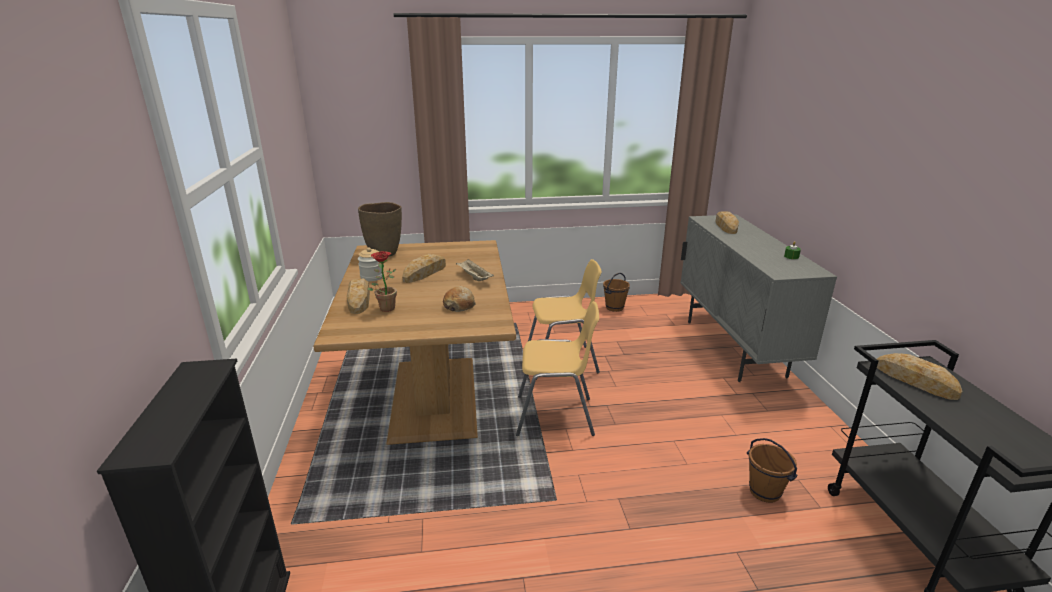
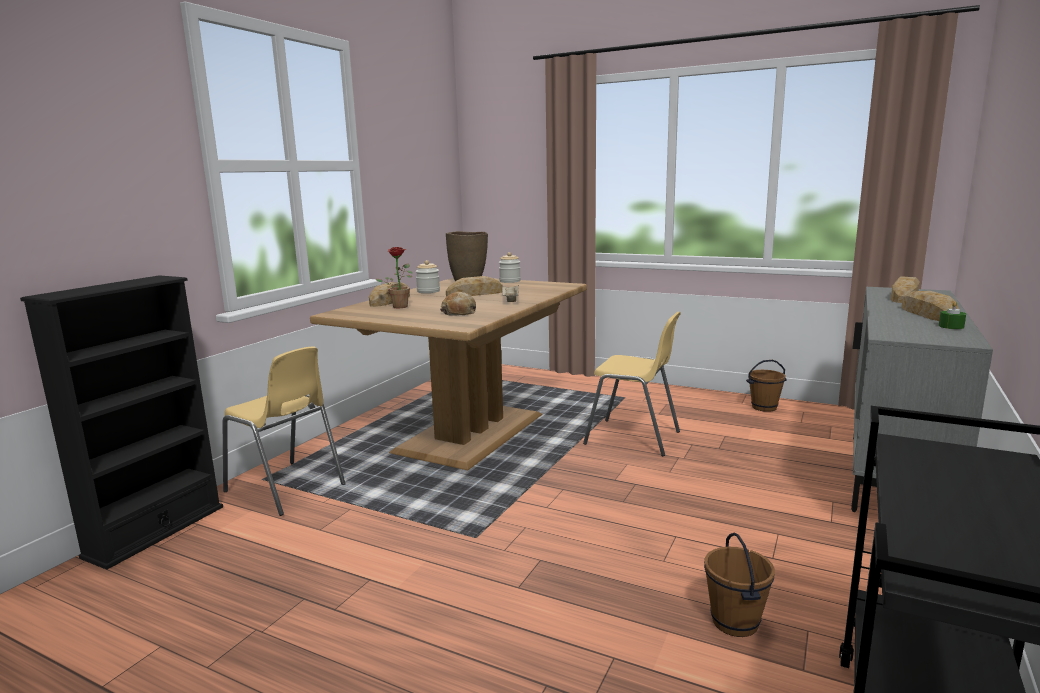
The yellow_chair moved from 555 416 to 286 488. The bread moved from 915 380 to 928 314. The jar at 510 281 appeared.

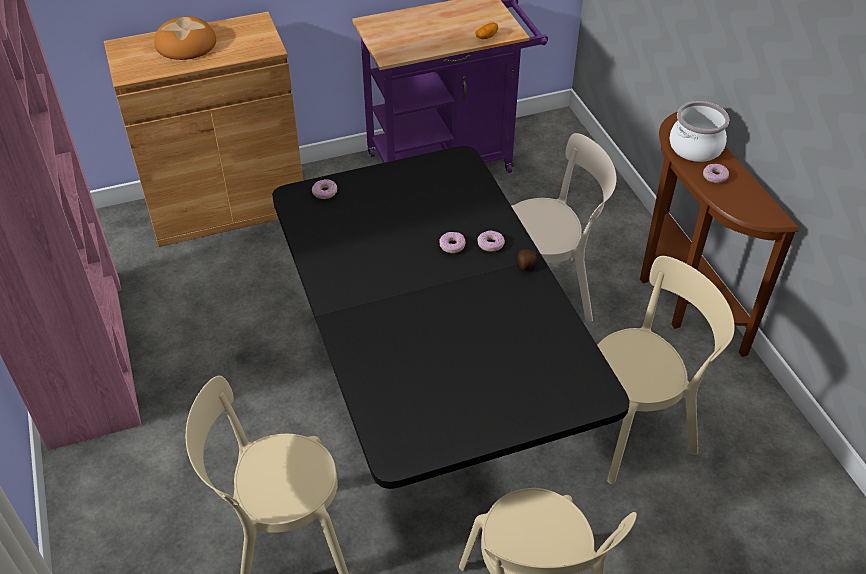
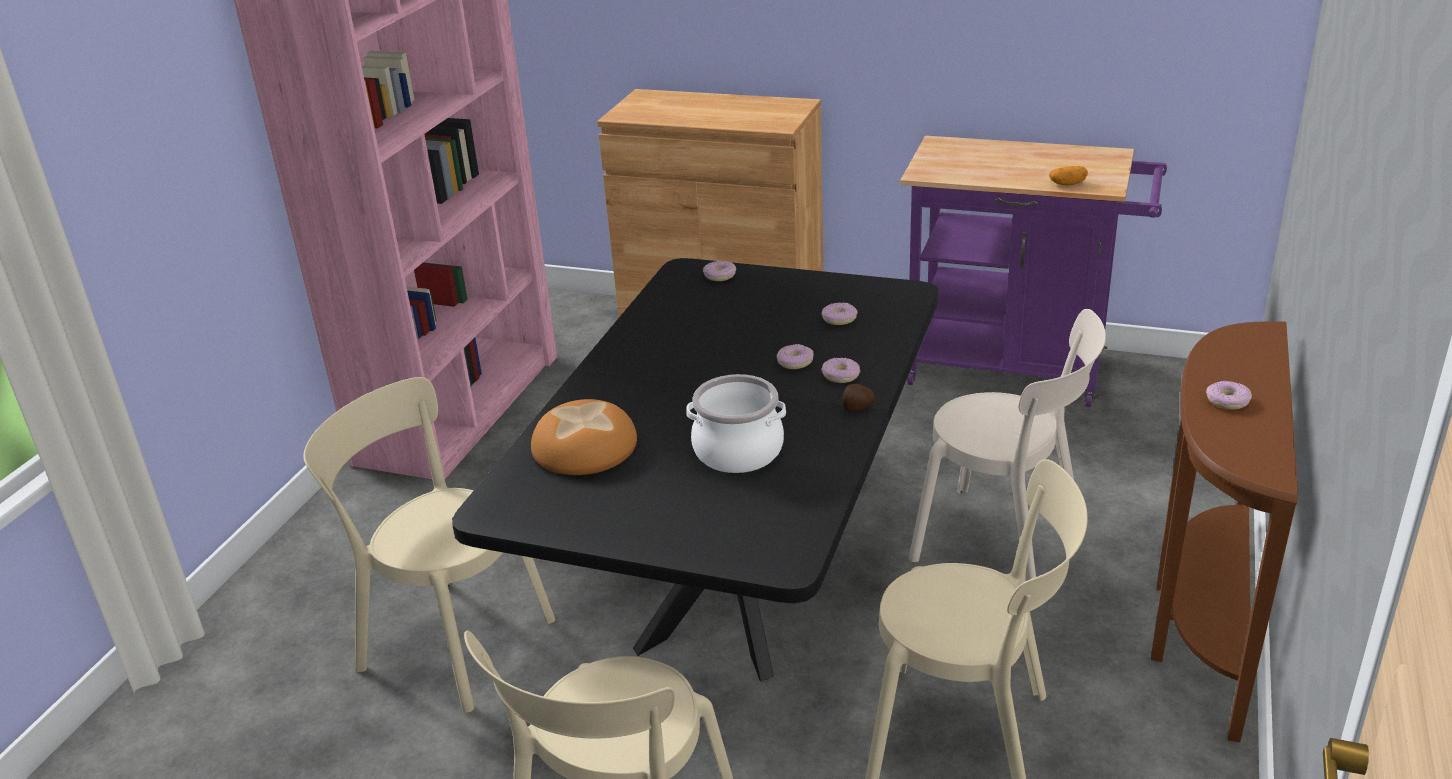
The bread moved from 185 44 to 584 446. The cooking_pot moved from 696 148 to 738 452. The donut at 839 319 appeared.

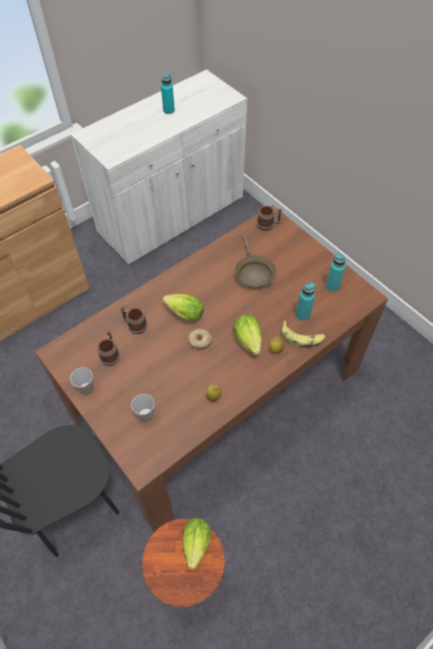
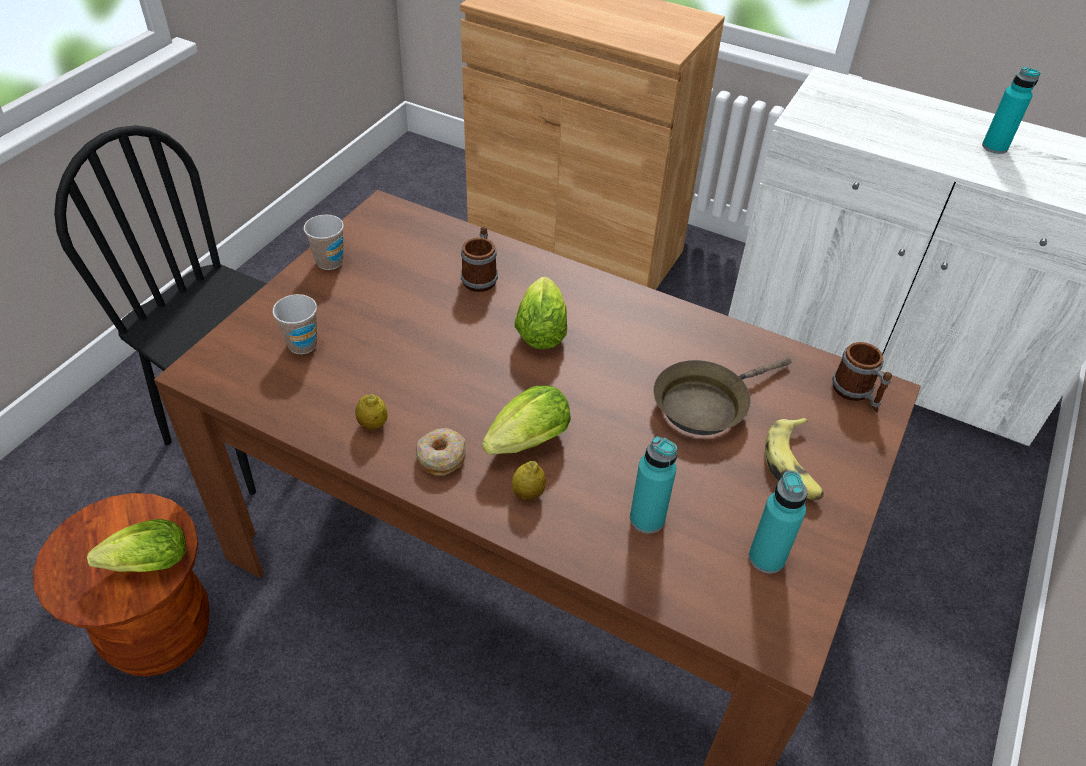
The banana moved from 302 337 to 794 465. The donut moved from 200 341 to 441 457. The mug at 111 354 disappeared.

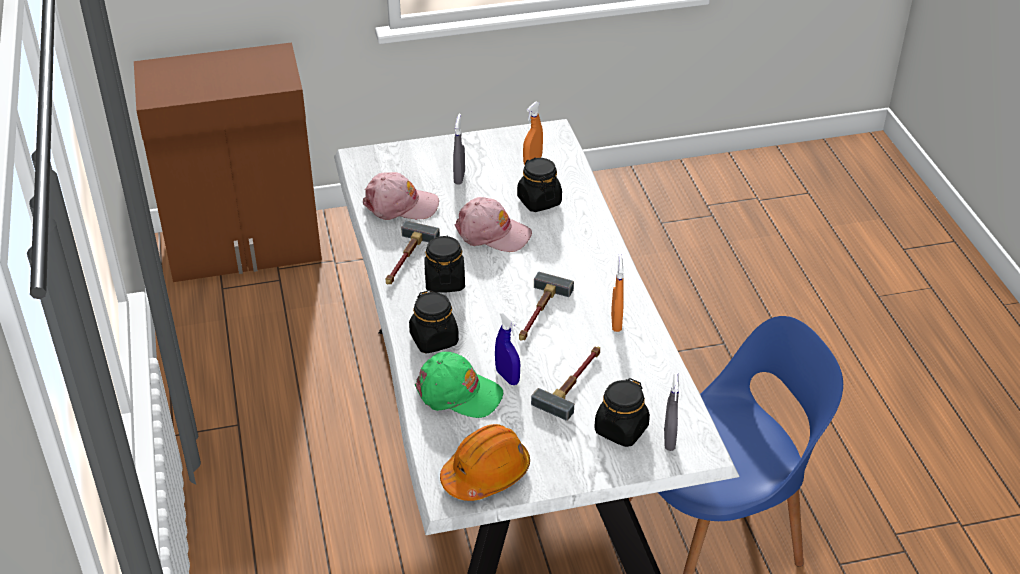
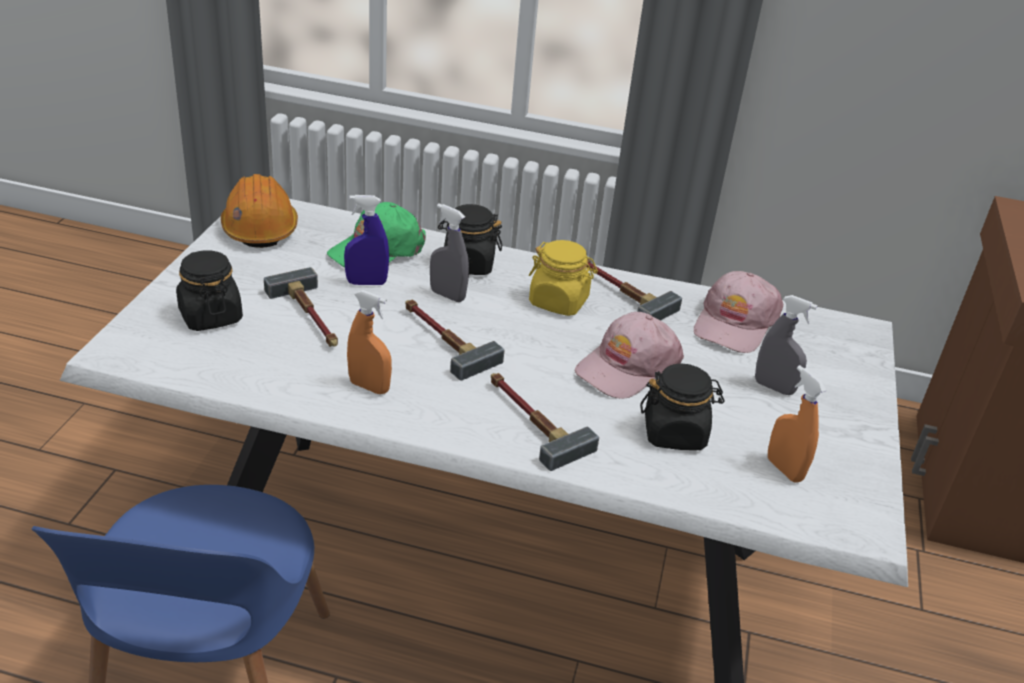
The black_jar at 444 281 became the yellow_jar at 559 302. The grey_spray_bottle moved from 669 440 to 447 295. The hammer at 531 420 appeared.

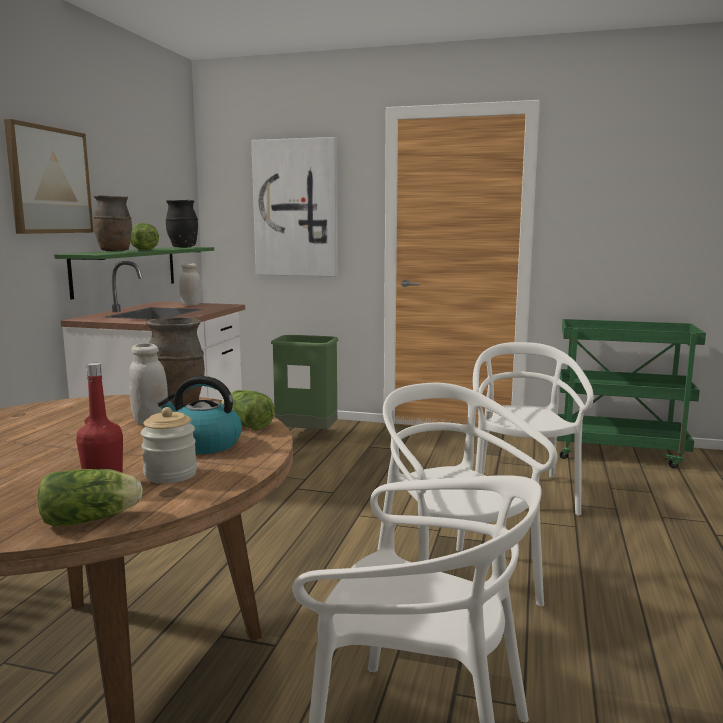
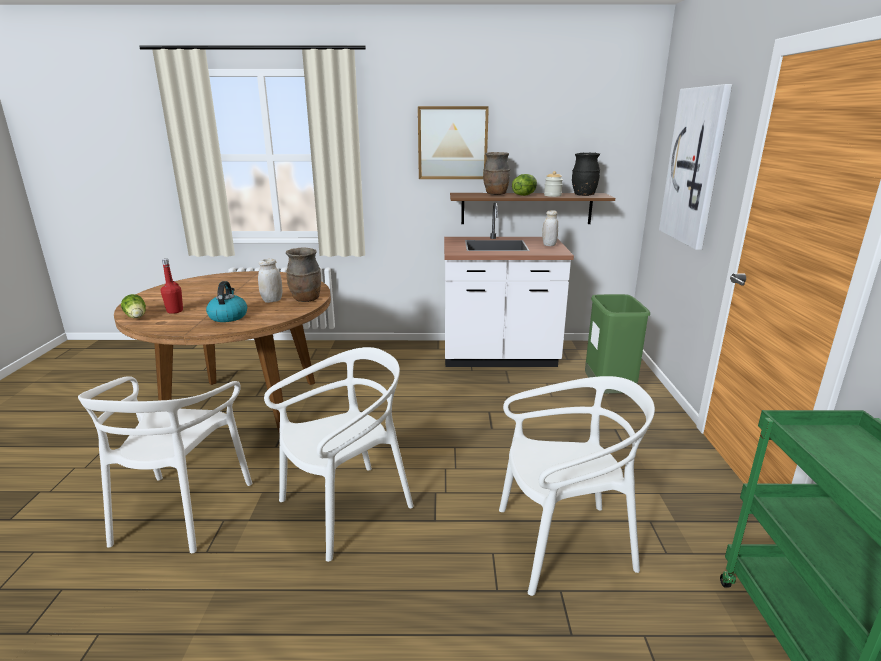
The green_shelf at 126 270 became the brown_shelf at 526 208. The lettuce at 245 424 disappeared. The jar moved from 170 474 to 552 195.

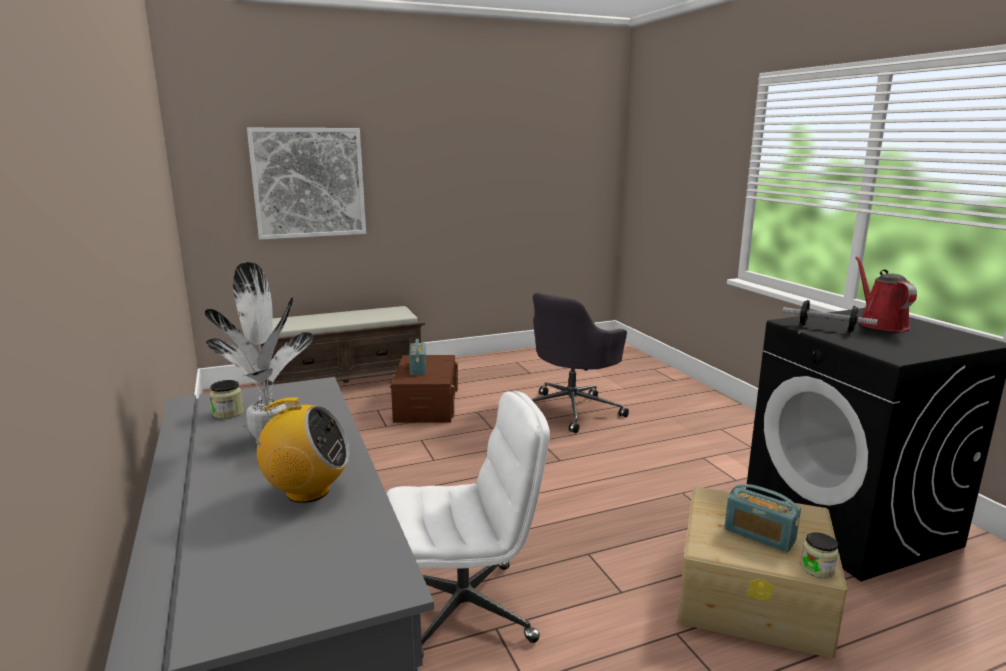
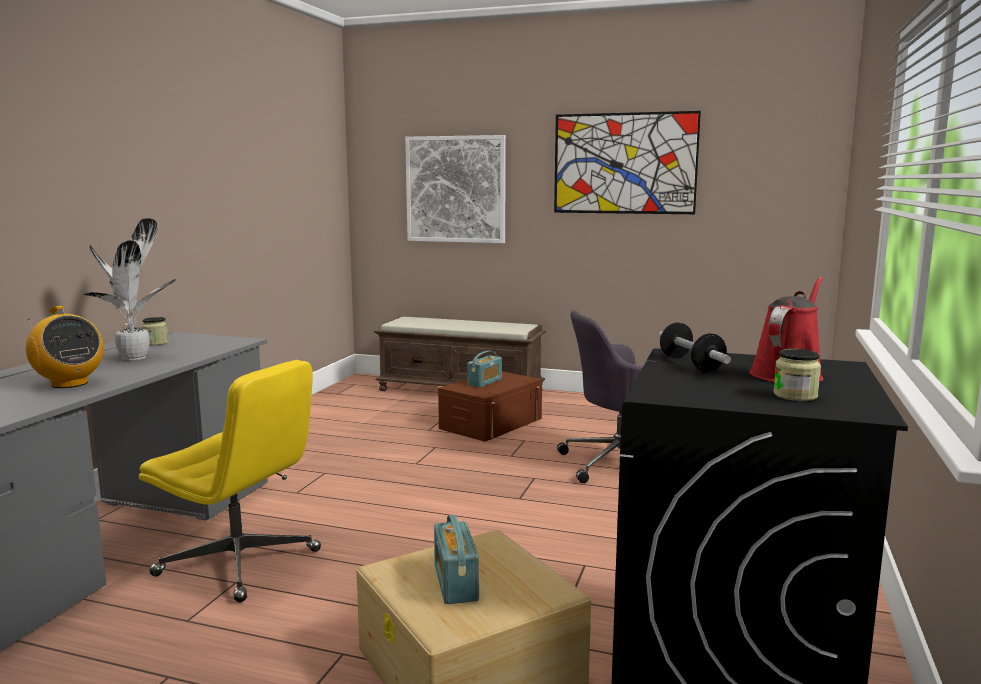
The white_office_chair at 466 610 became the yellow_office_chair at 240 563. The jar moved from 817 569 to 795 395. The picture at 624 163 appeared.

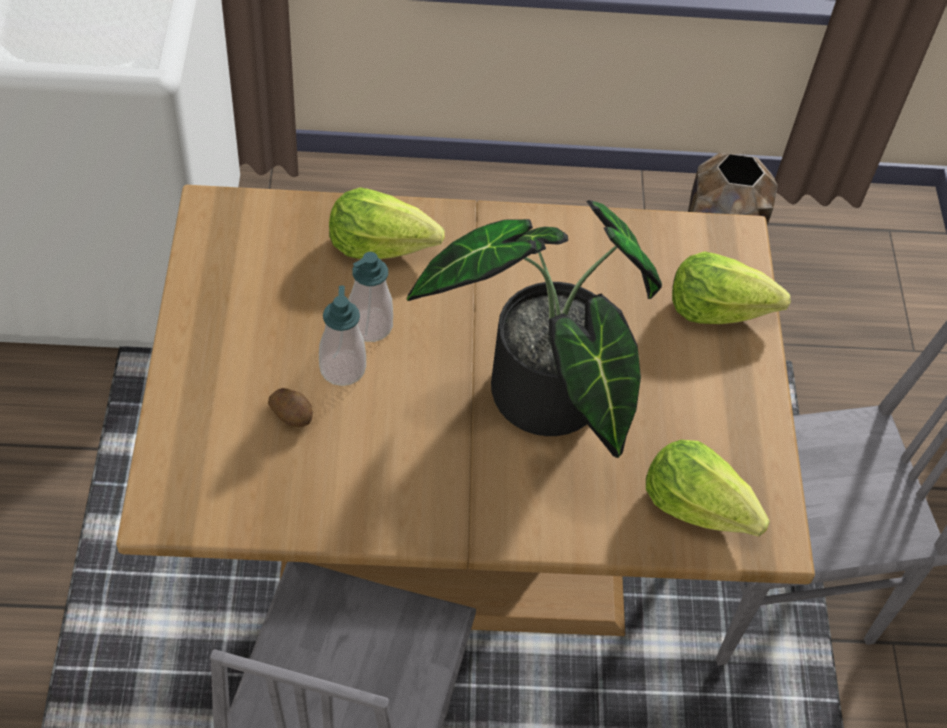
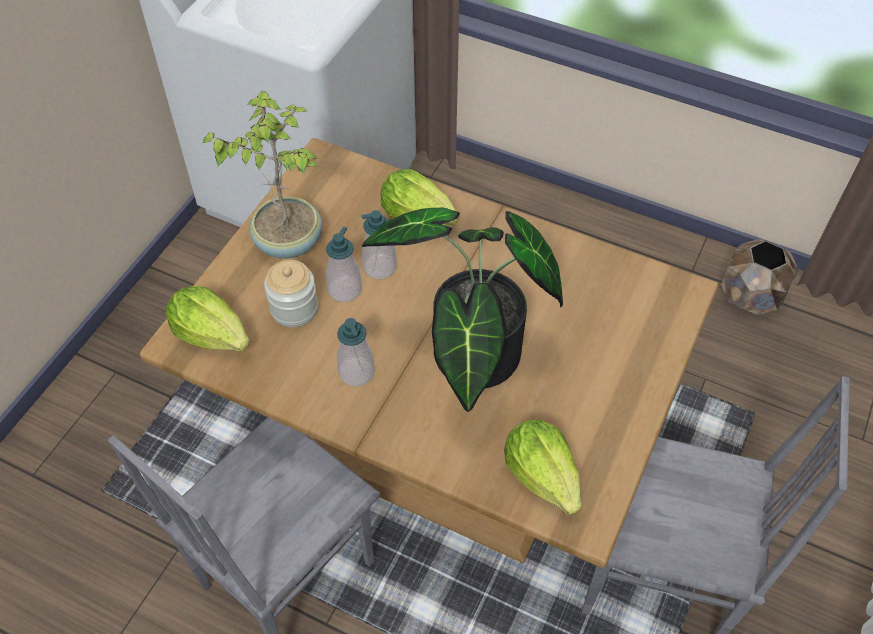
The lettuce moved from 718 308 to 212 334. The potato at 292 414 was replaced by the jar at 294 309. The potted_plant at 288 240 appeared. The soap_dispenser at 356 372 appeared.

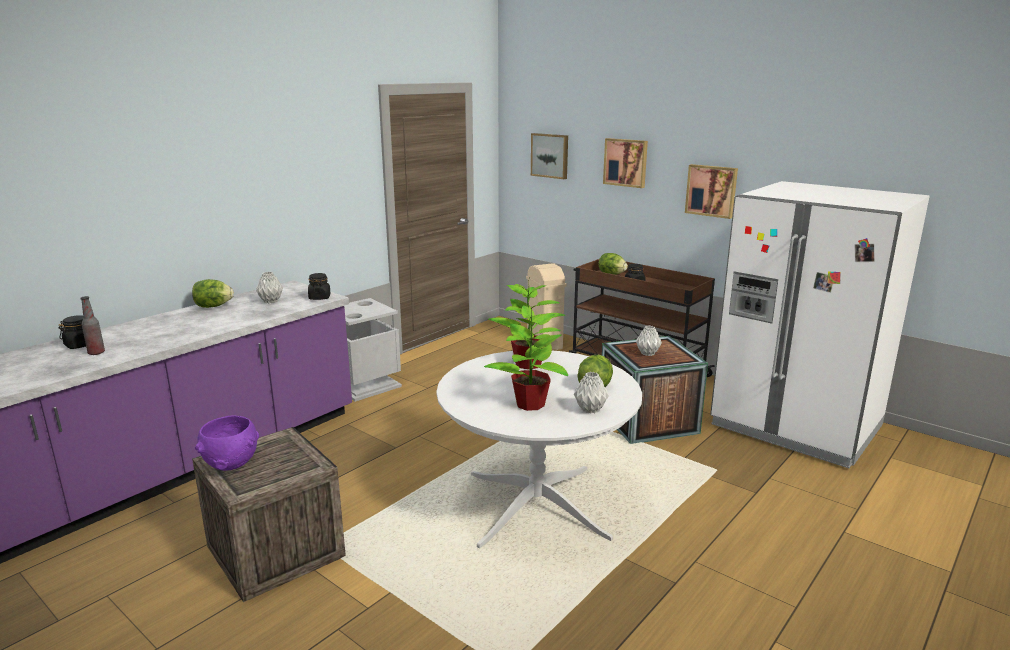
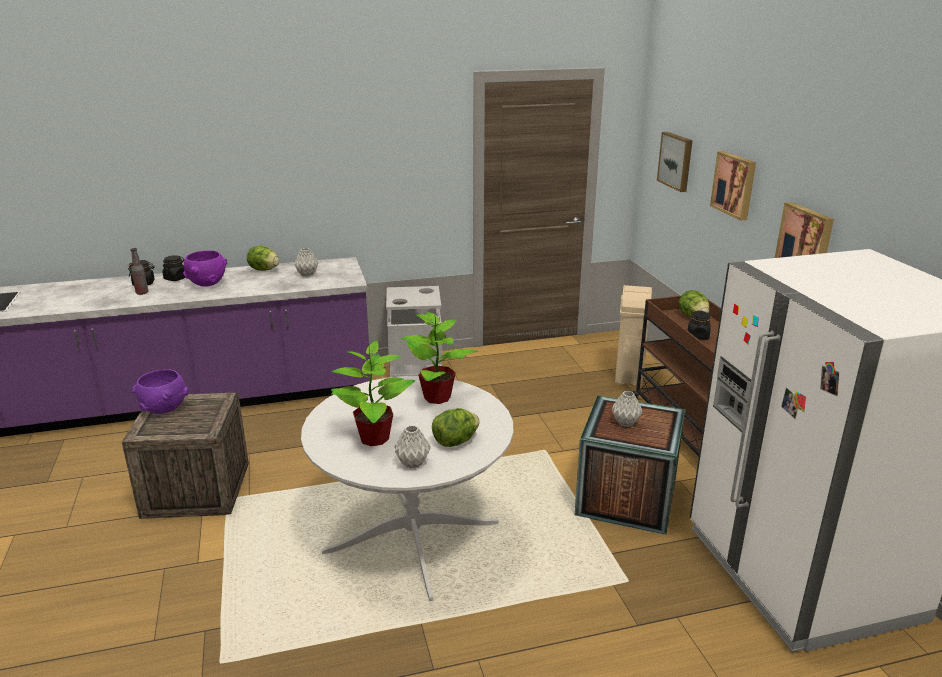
The black_jar moved from 319 297 to 176 278. The purple_bowl at 207 283 appeared.

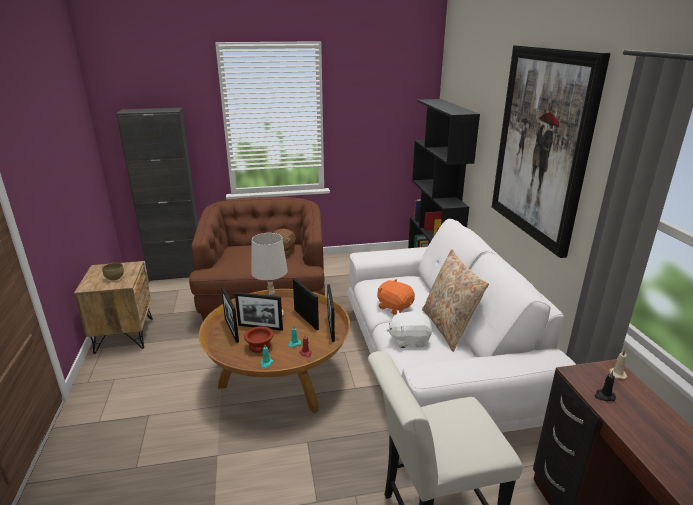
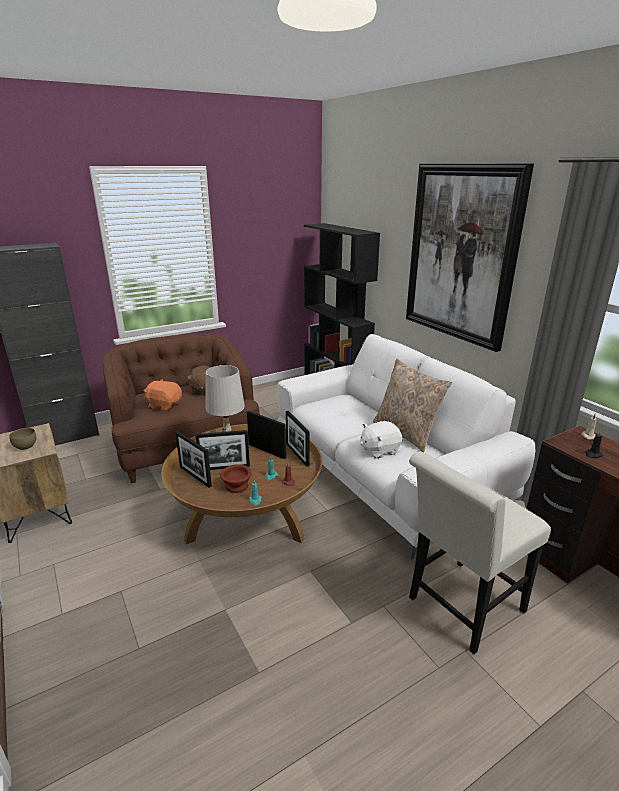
The orange_plush_toy moved from 394 307 to 164 405.

